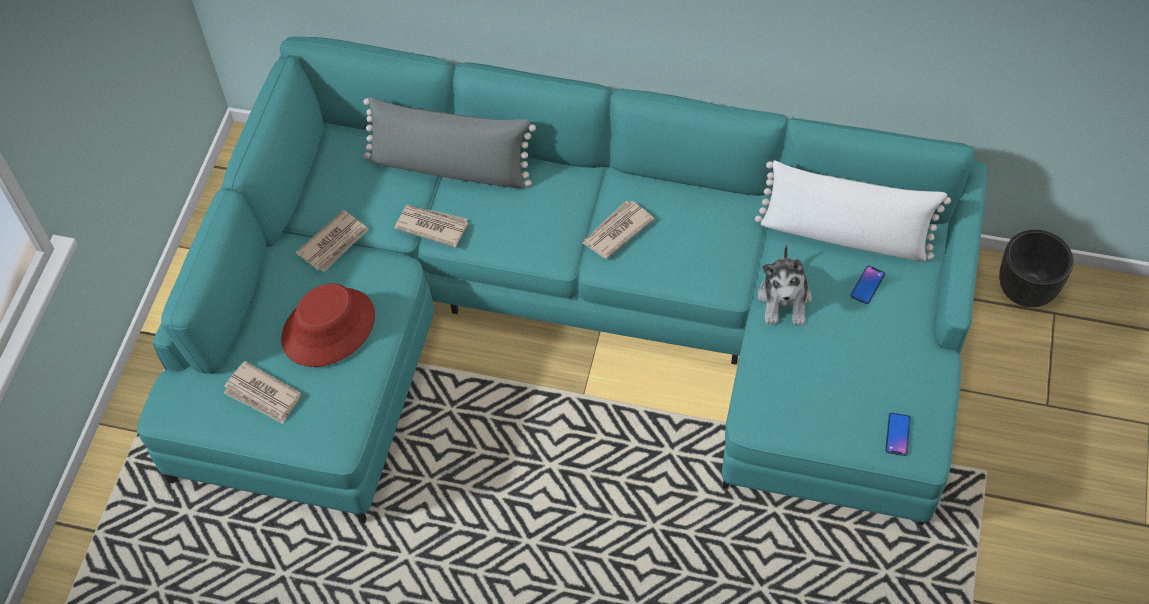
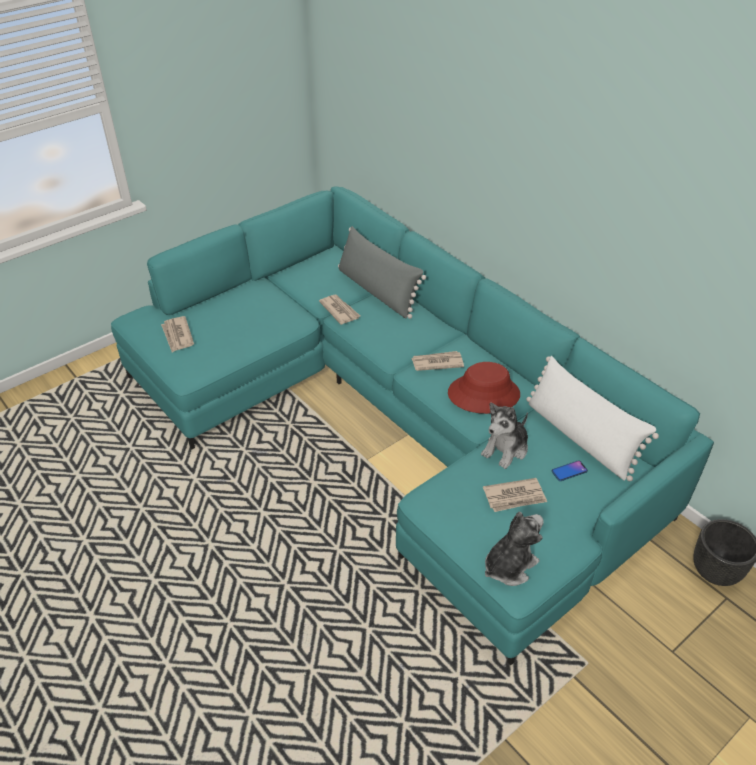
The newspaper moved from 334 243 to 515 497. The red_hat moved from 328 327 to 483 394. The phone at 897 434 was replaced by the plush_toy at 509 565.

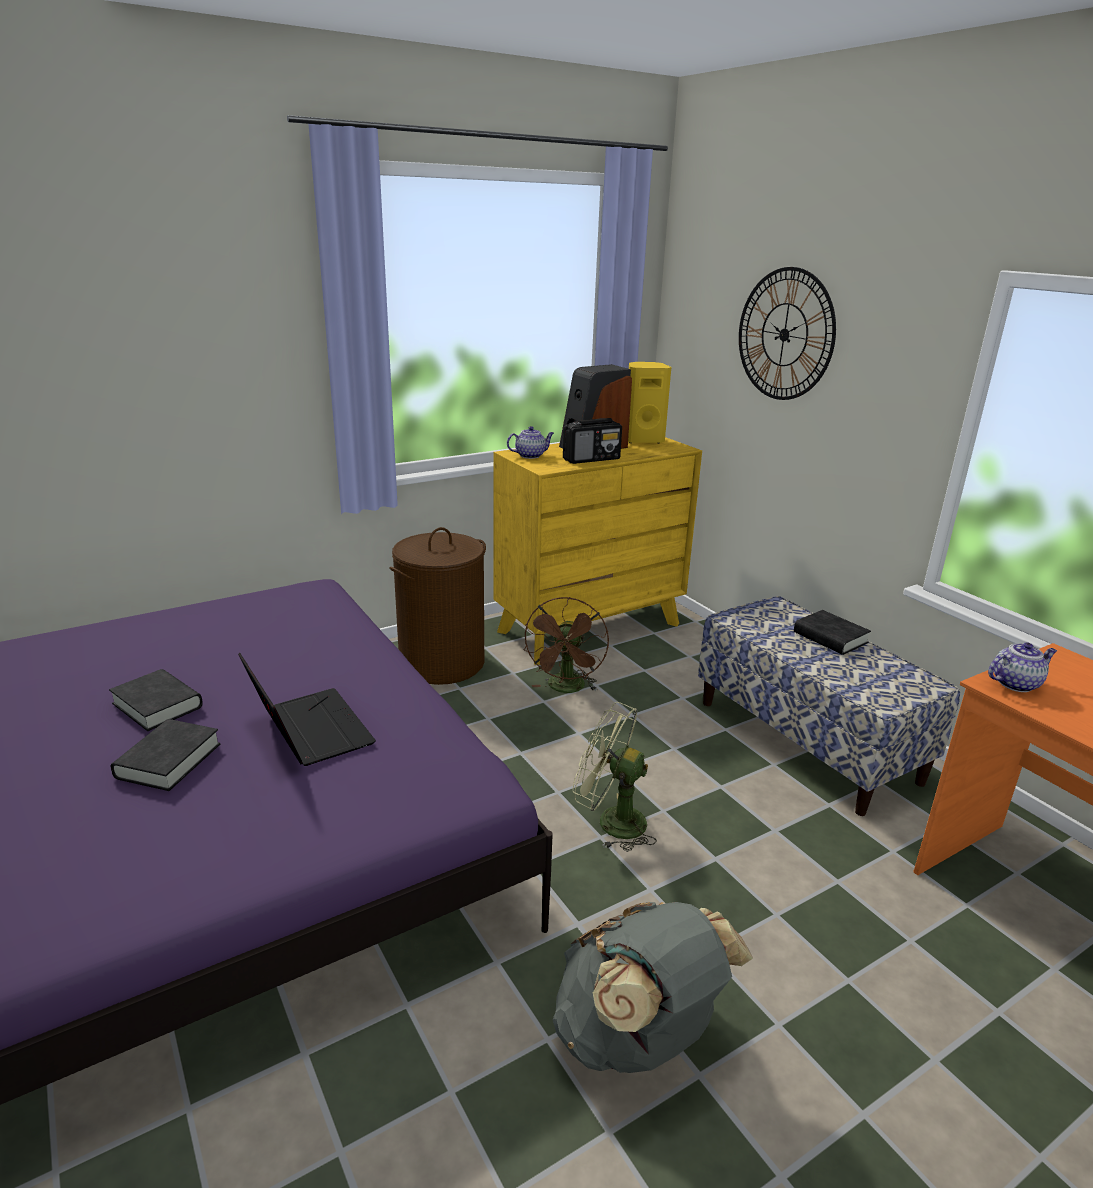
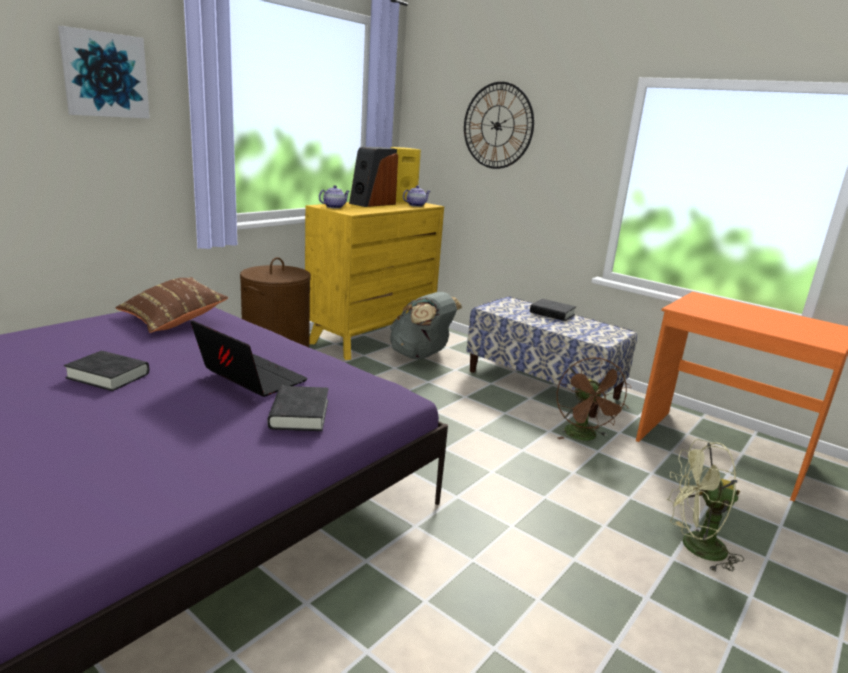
The radio at 592 459 disappeared. The brown_fan moved from 566 689 to 584 437. The teapot moved from 1015 683 to 416 205. The green_fan moved from 611 821 to 694 547. The black_book moved from 168 761 to 299 414. The grey_backpack moved from 637 1037 to 421 356. The picture at 105 75 appeared. The brown_pillow at 173 320 appeared.

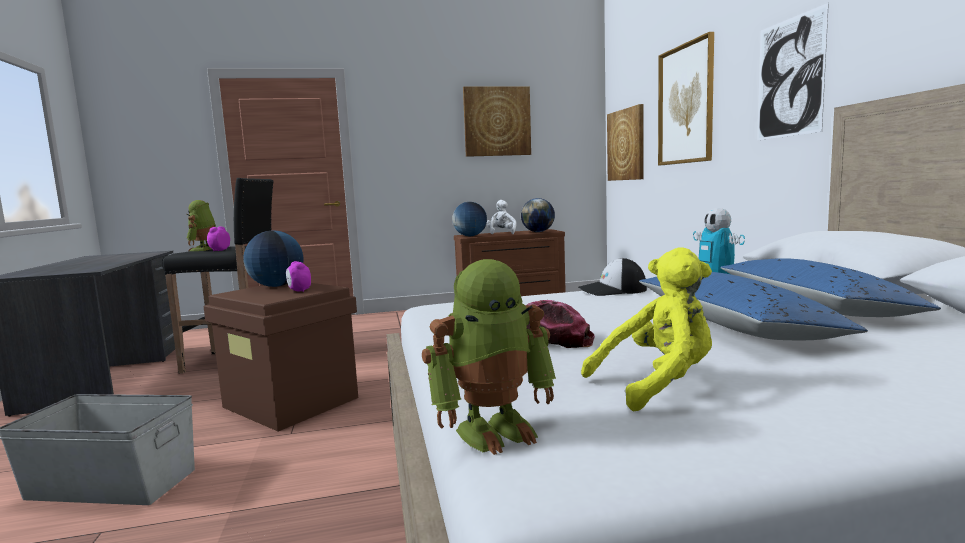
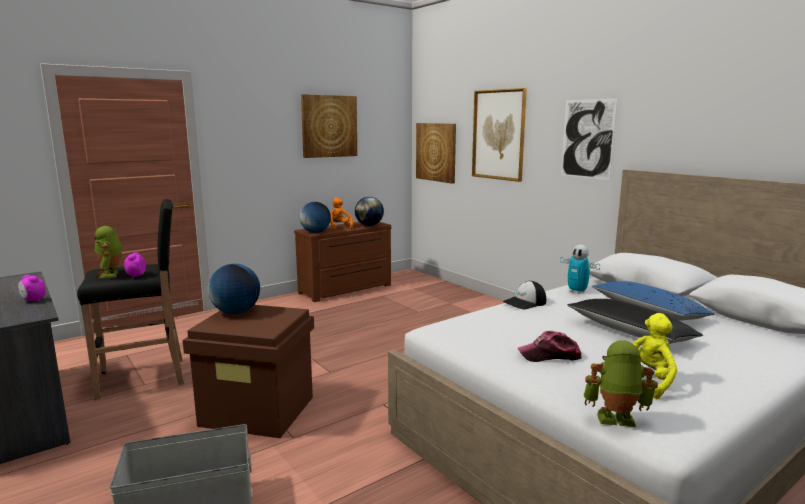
The white_plush_toy at 501 233 became the orange_plush_toy at 338 227. The toy_robot at 494 429 turned 120 degrees counterclockwise. The alarm_clock moved from 299 291 to 33 300. The blue_pillow at 734 326 became the black_pillow at 630 332.

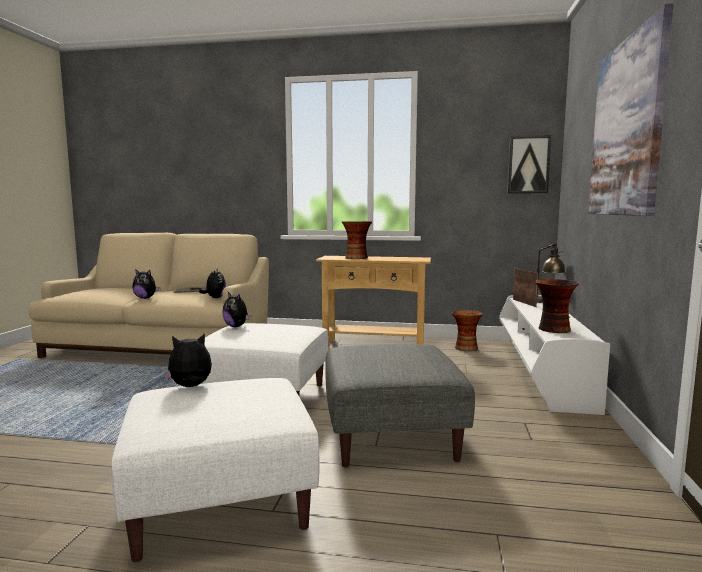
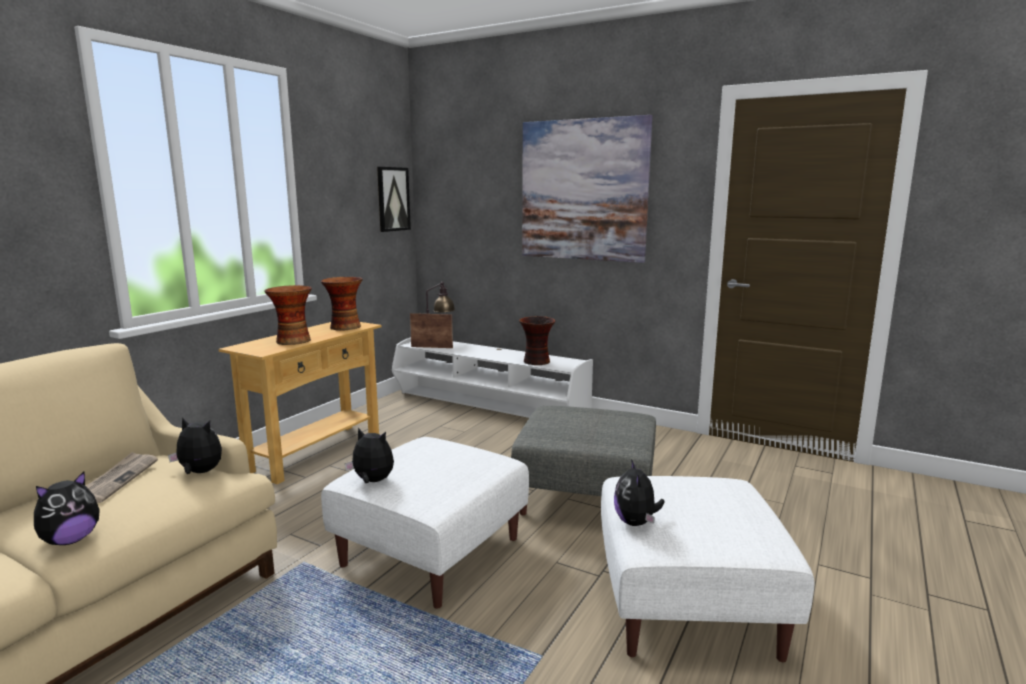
The plush_toy at 237 326 turned 135 degrees counterclockwise. The vase moved from 465 348 to 344 327.

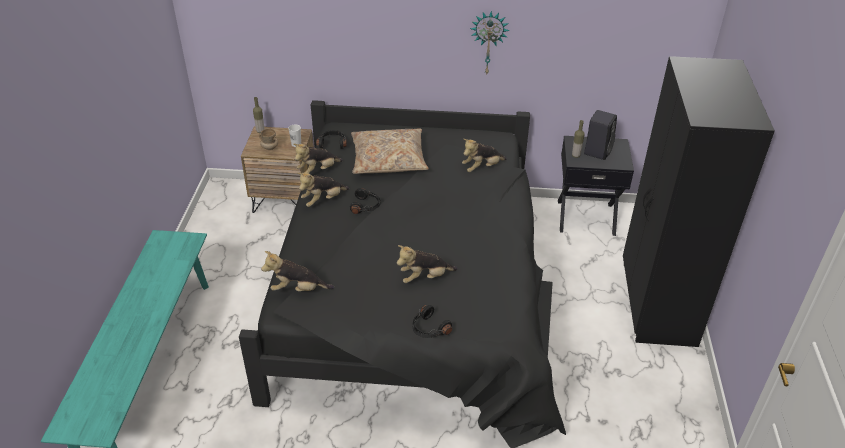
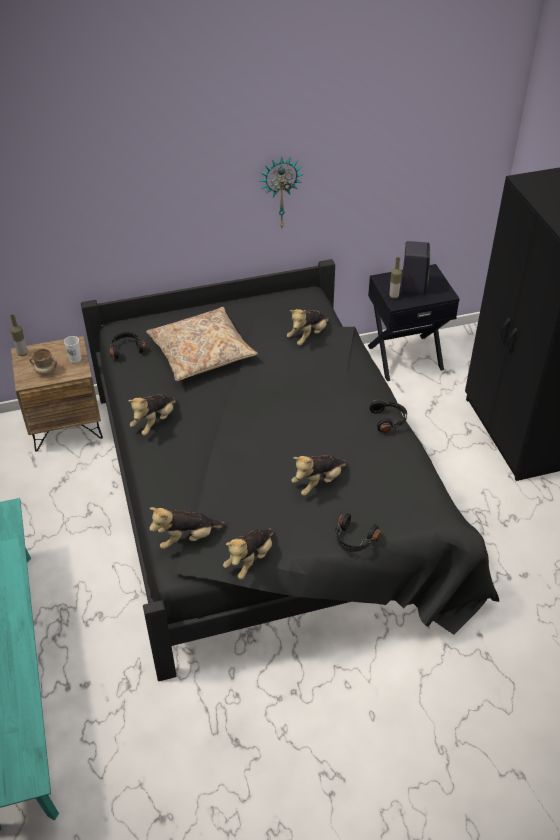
The plush_toy moved from 318 171 to 250 559. The black_headphones moved from 366 206 to 389 420.

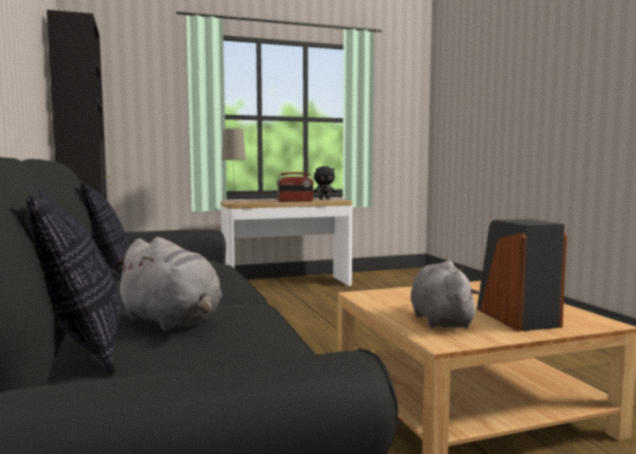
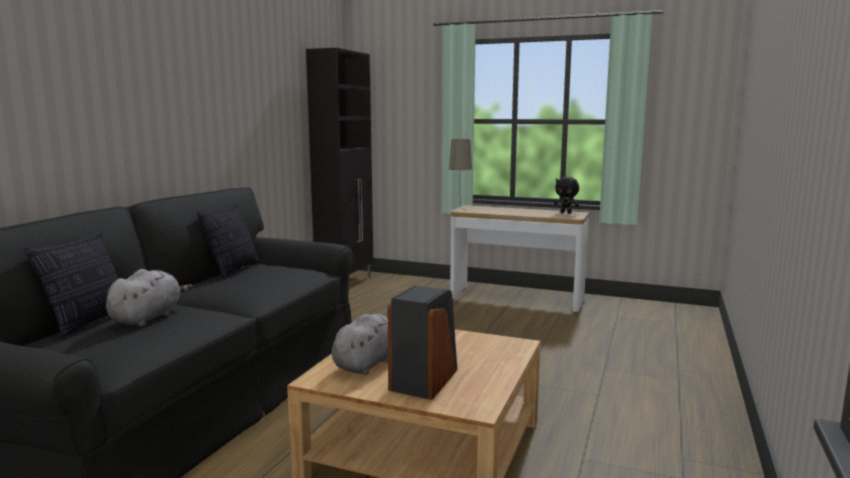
The radio at 295 201 disappeared. The grey_plush_toy at 172 322 turned 150 degrees counterclockwise.

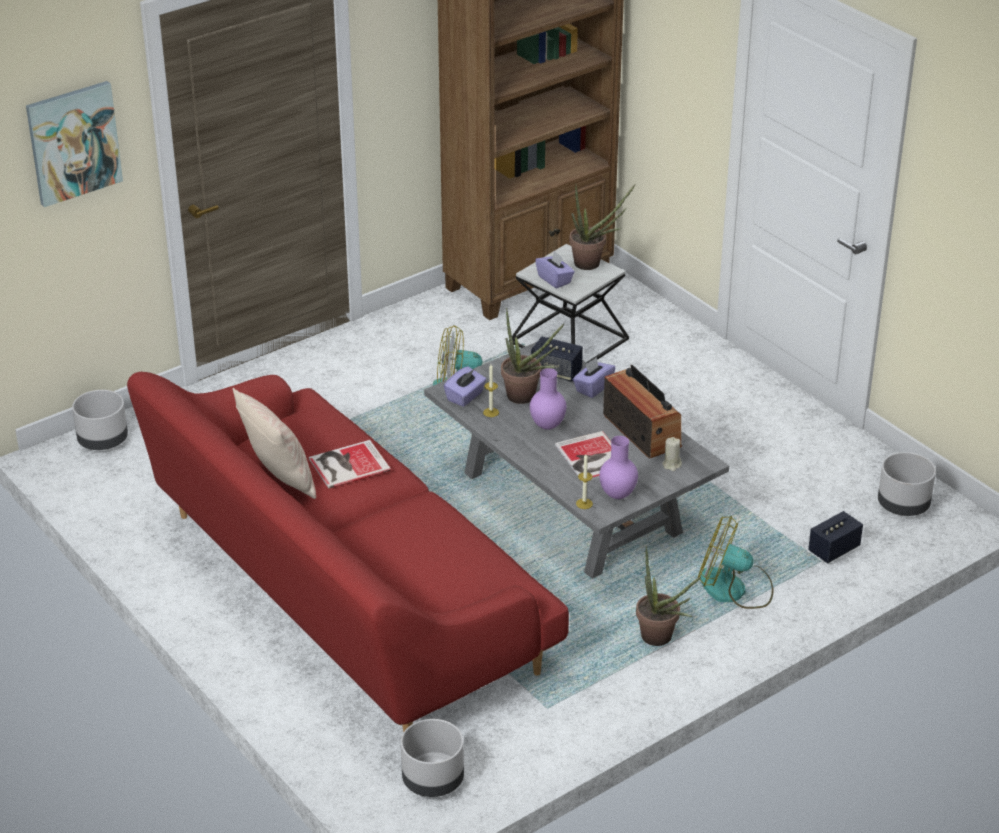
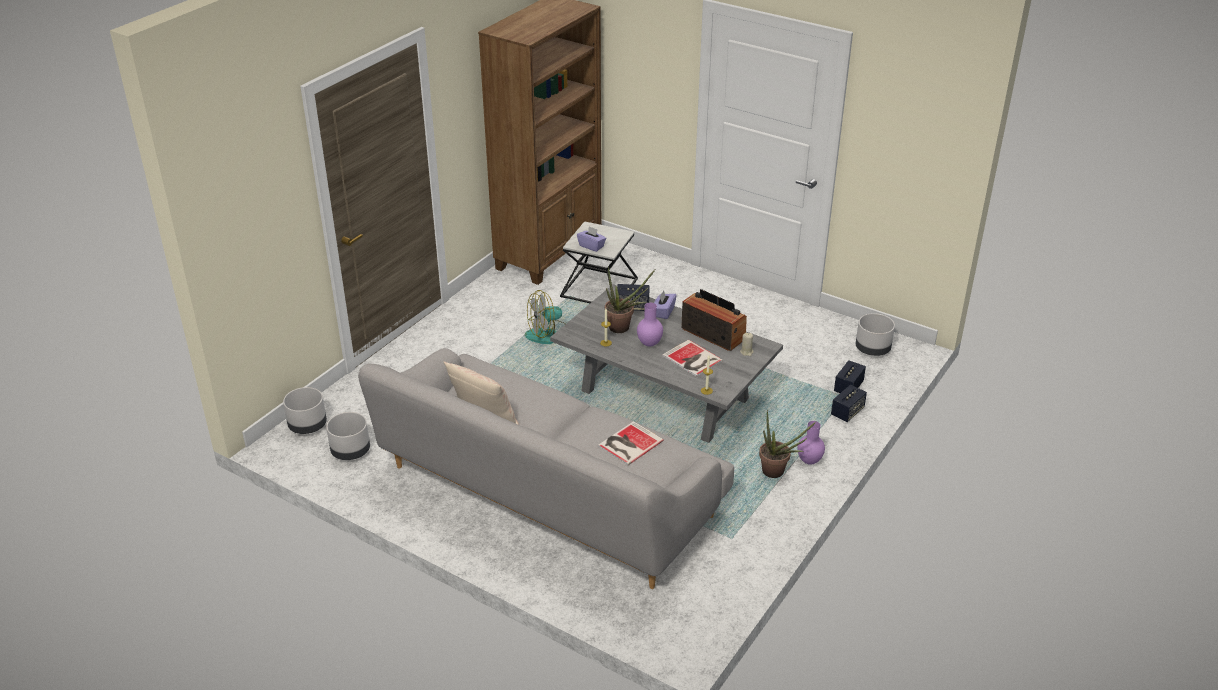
The picture at 73 142 disappeared. The potted_plant at 593 264 disappeared. The purple_tissue_box at 465 397 disappeared. The red_sofa at 345 594 became the grey_sofa at 547 494. The purple_vase moved from 618 495 to 810 461. The book moved from 347 464 to 628 443. The fan at 734 589 disappeared. The grey_planter moved from 432 781 to 350 452. The speaker at 847 412 appeared.

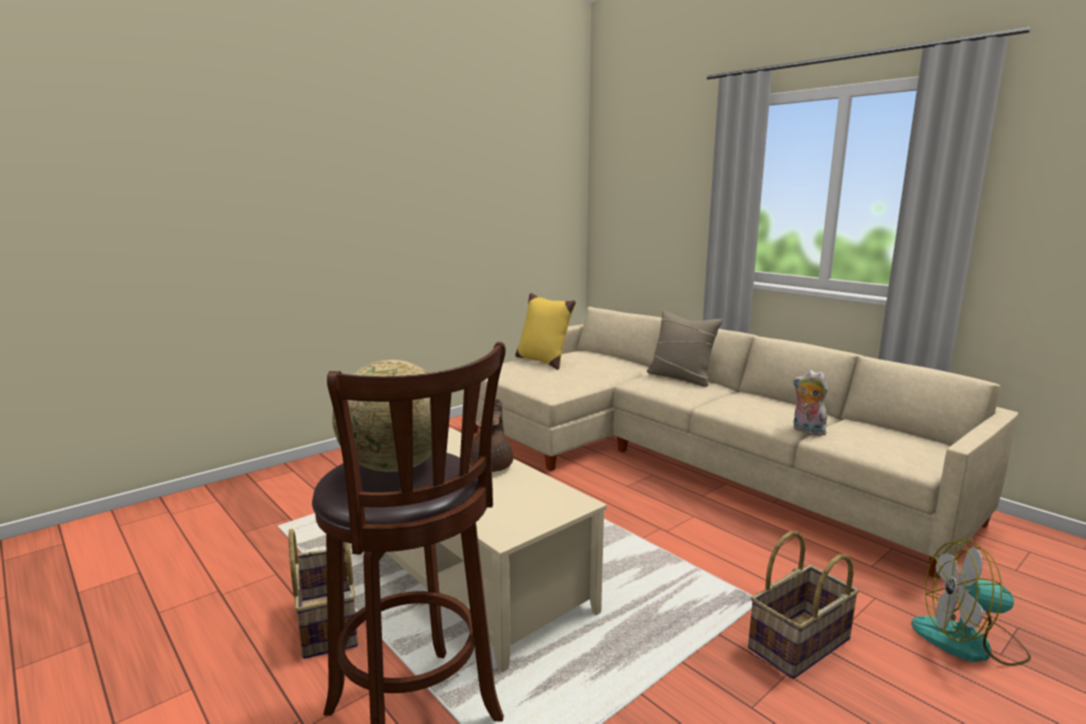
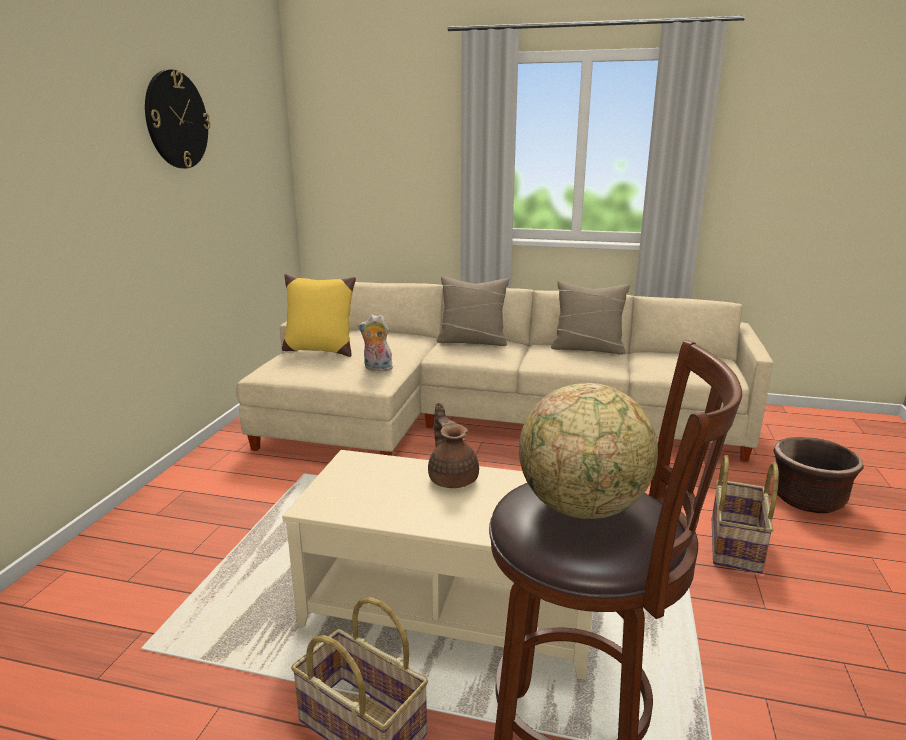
The plush_toy moved from 806 431 to 376 368. The fan at 969 642 was replaced by the brown_planter at 808 500. The wall_clock at 176 120 appeared. The beige_pillow at 588 348 appeared.

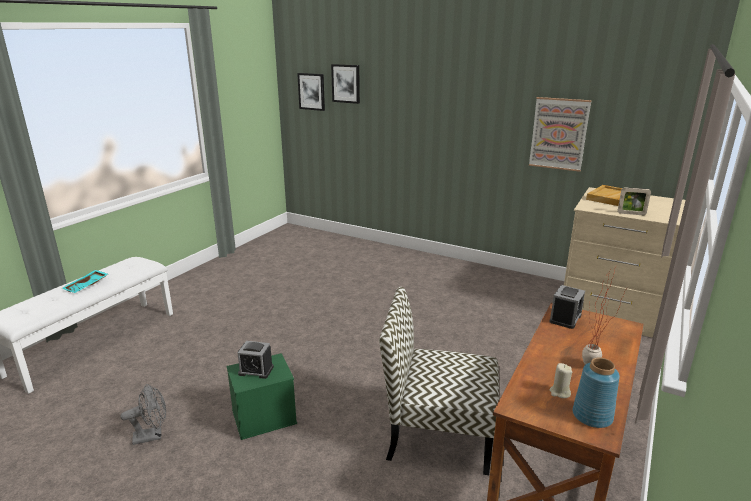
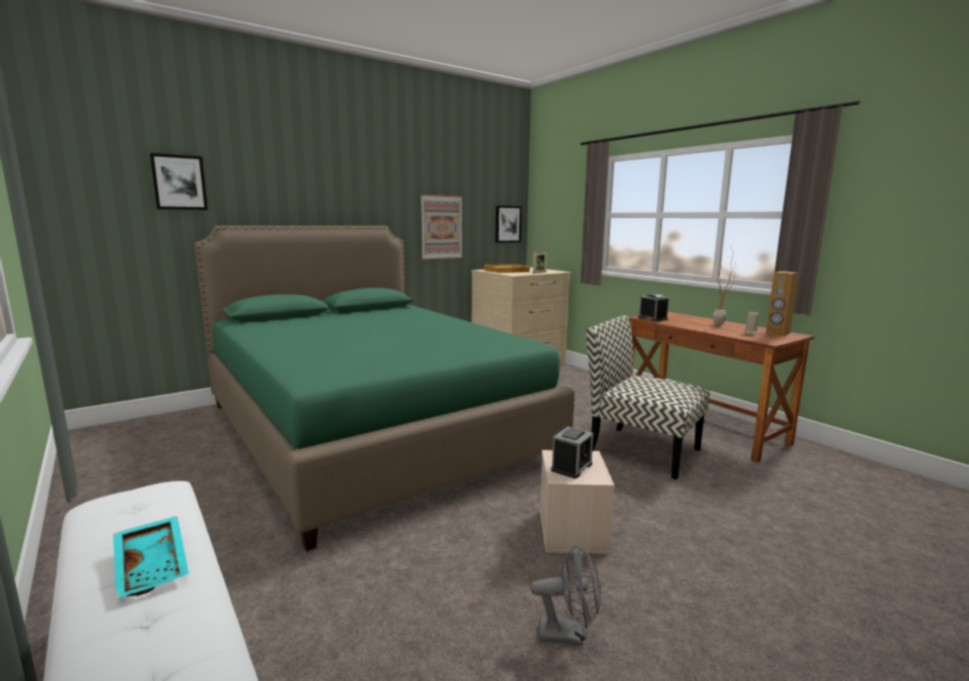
The picture moved from 311 91 to 507 224. The chair at 437 435 turned 90 degrees clockwise. The green_storage_box at 263 417 became the beige_storage_box at 573 531. The blue_vase at 592 416 was replaced by the brown_speaker at 777 333. The grey_fan at 152 436 turned 90 degrees clockwise. The green_bed at 370 430 appeared.

